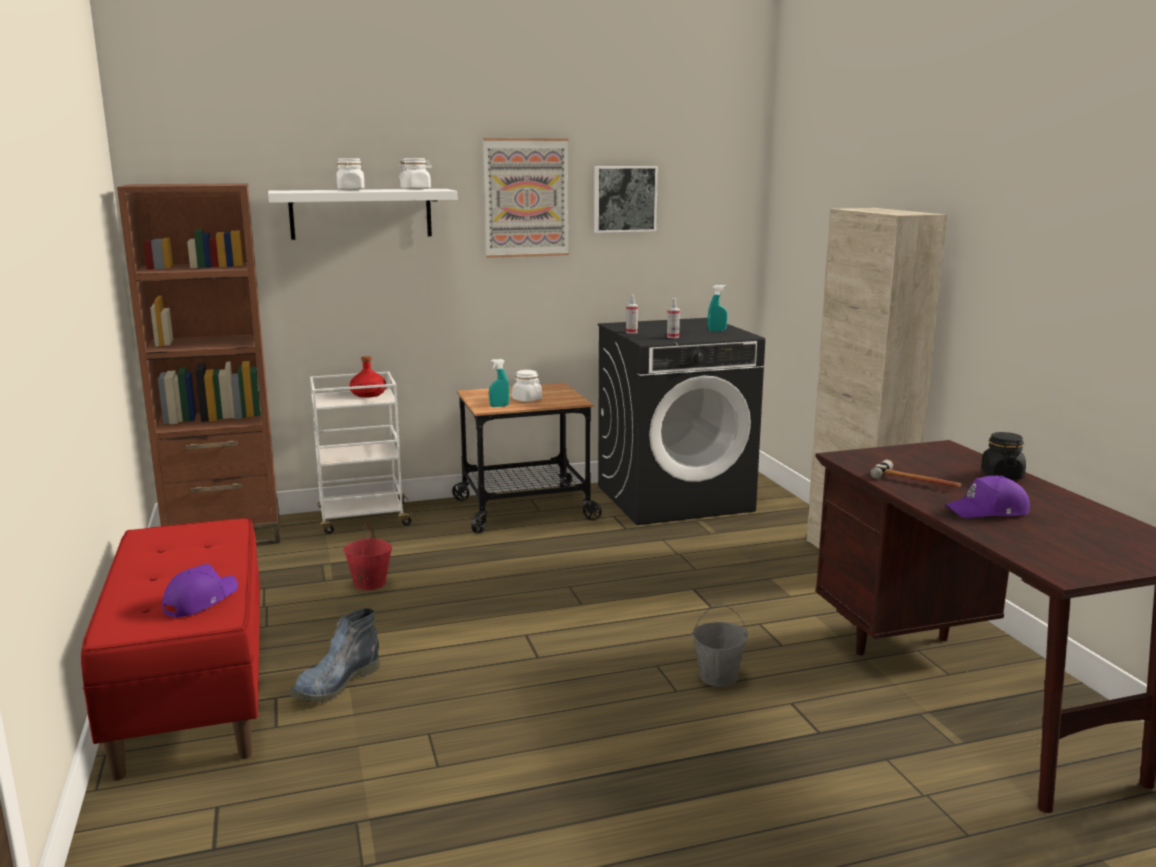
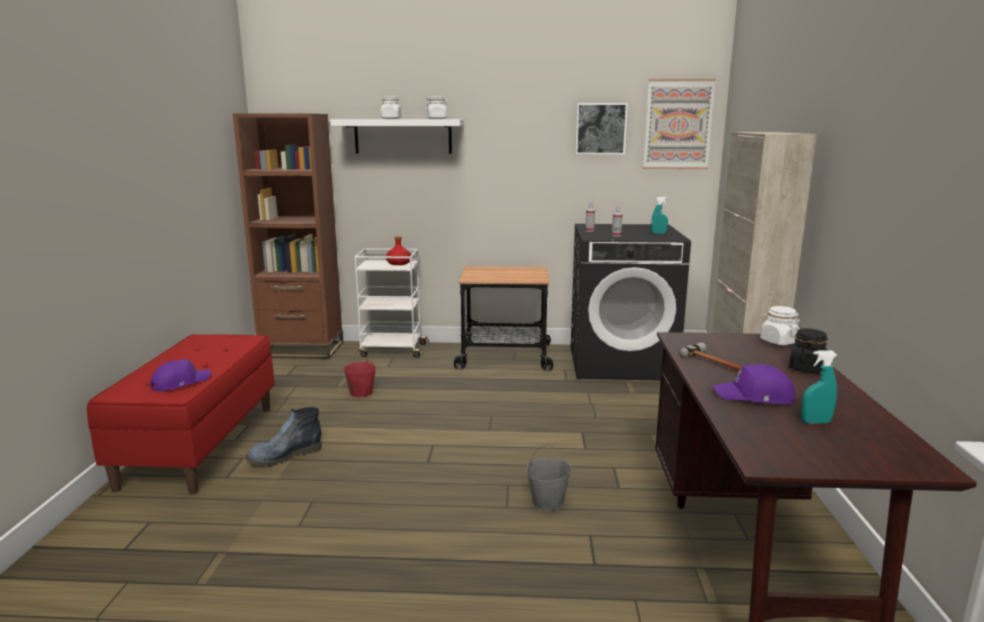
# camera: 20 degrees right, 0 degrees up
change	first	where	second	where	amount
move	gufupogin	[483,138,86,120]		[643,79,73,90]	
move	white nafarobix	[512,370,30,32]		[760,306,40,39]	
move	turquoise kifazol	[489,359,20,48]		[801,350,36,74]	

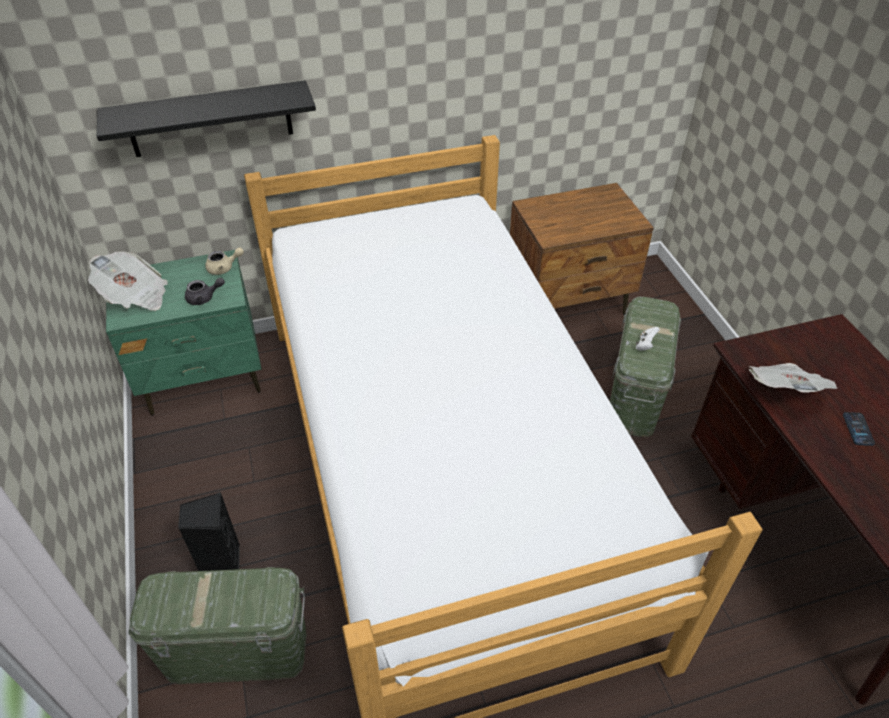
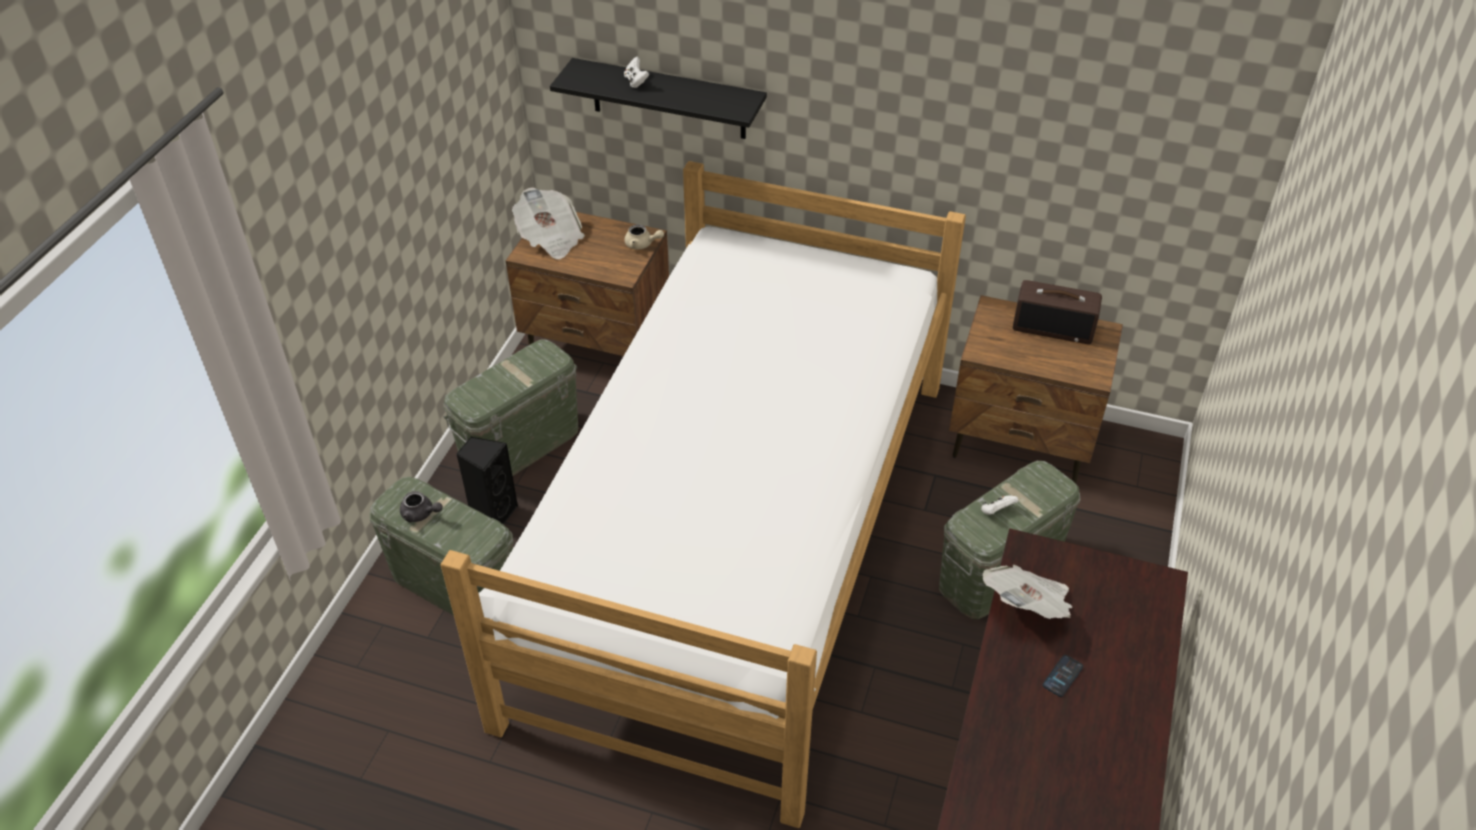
# camera: 35 degrees right, 0 degrees up
change	first	where	second	where	amount
move	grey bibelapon	[185,278,40,27]		[400,491,43,31]	
insert			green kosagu	[443,340,135,136]	
recolor	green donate	[106,250,156,166]	brown donate	[506,212,163,144]	
insert			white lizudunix	[624,57,25,31]	
insert			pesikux	[1013,280,89,64]	

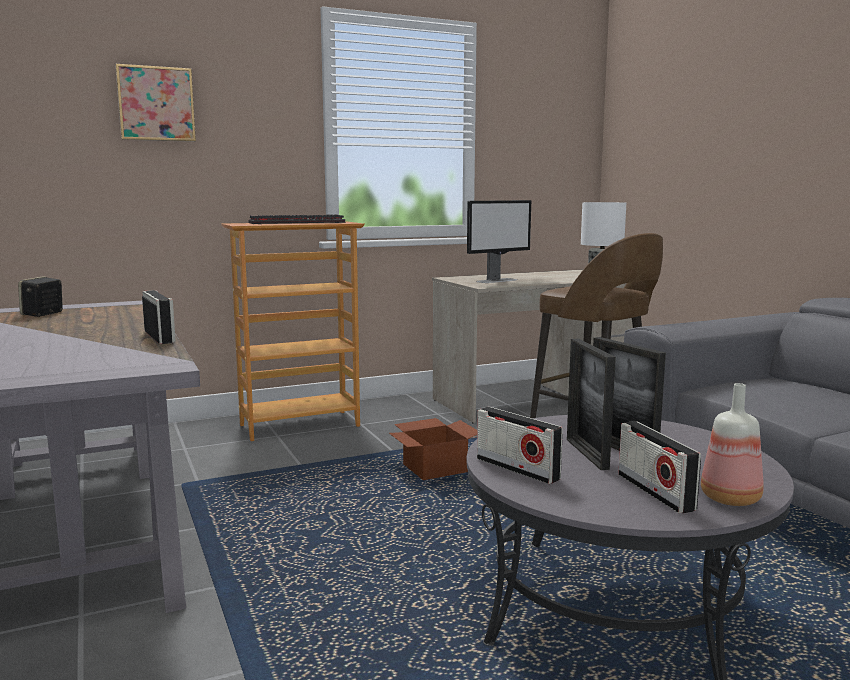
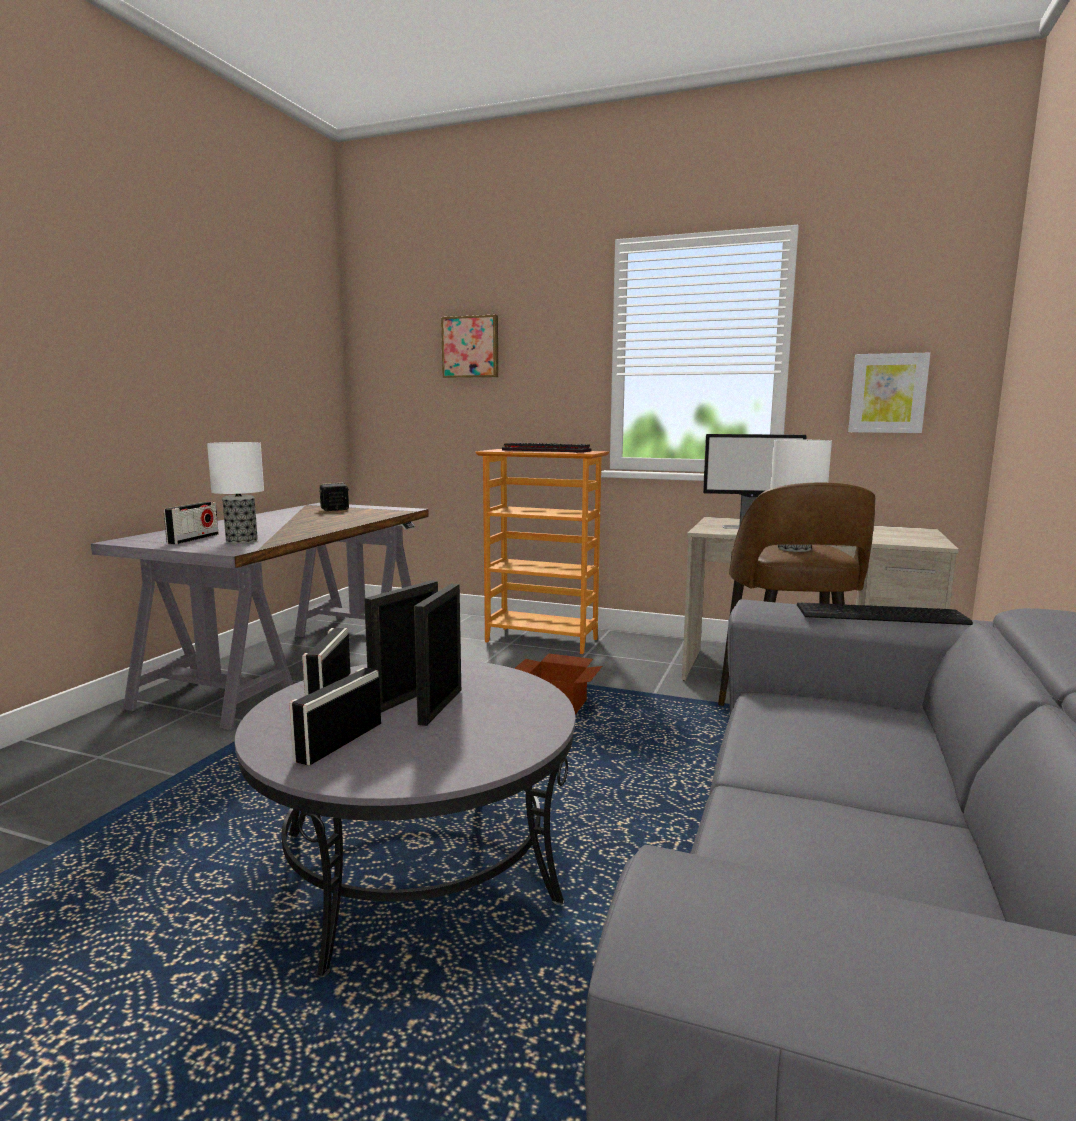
# camera: 45 degrees right, 0 degrees up
change	first	where	second	where	amount
move	pesikux	[142,290,34,54]		[164,502,55,43]	
insert			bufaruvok	[207,442,57,102]	
insert			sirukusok	[797,603,176,22]	
insert			gufupogin	[848,353,82,80]	
delete	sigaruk	[701,383,62,123]			

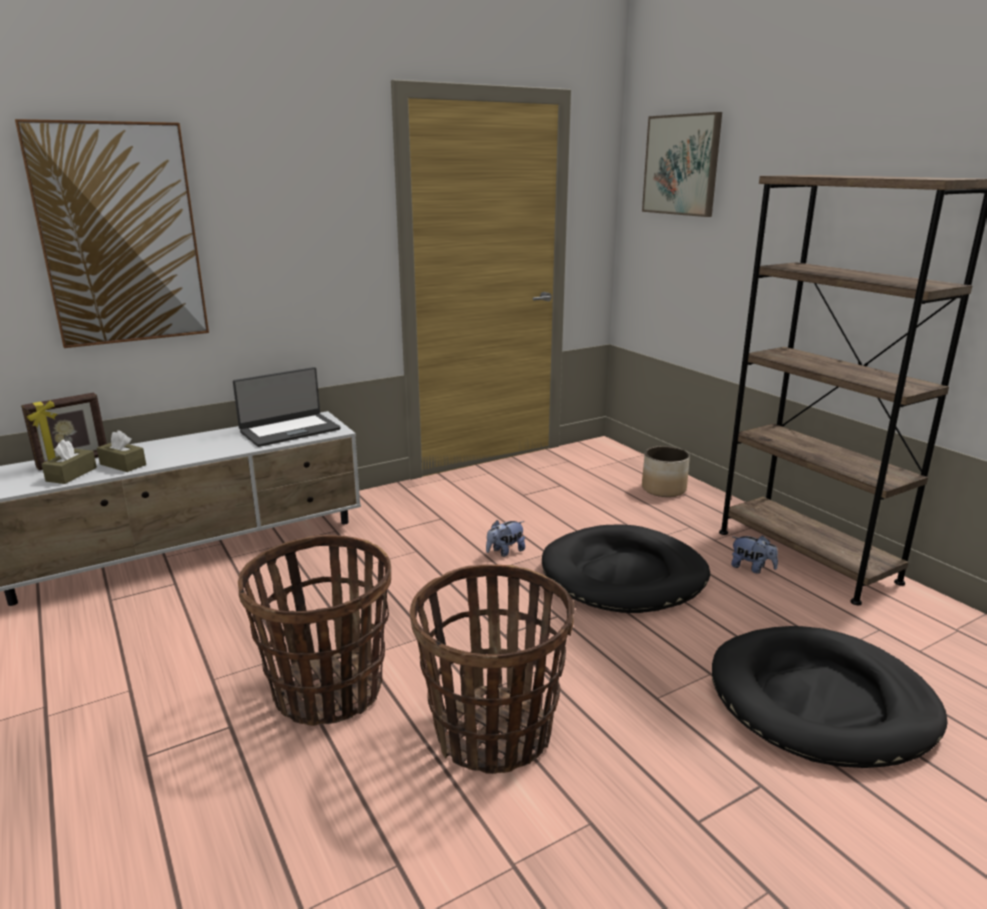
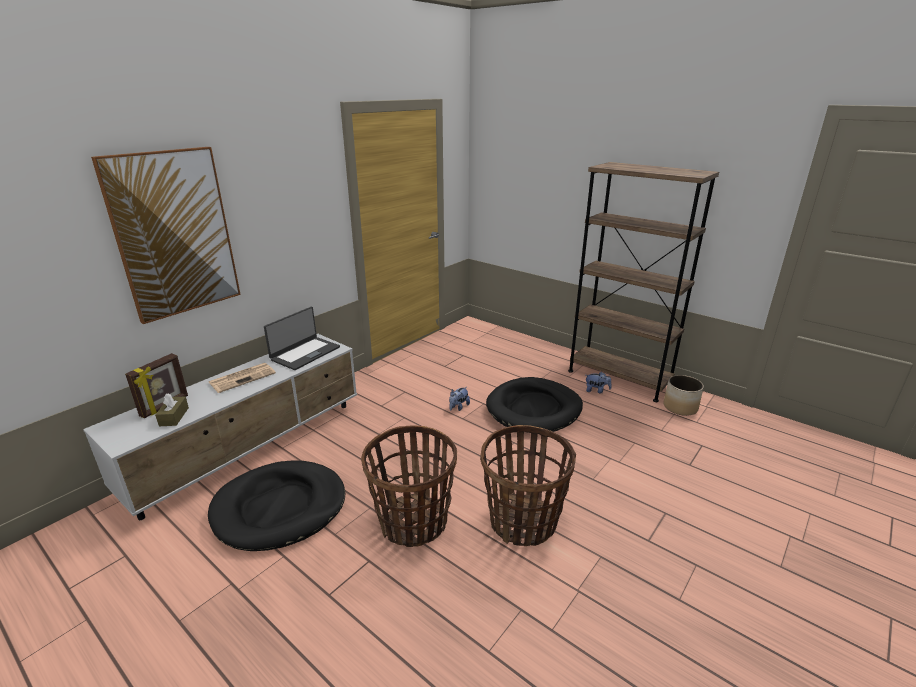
# camera: 20 degrees left, 5 degrees up
change	first	where	second	where	amount
move	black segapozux	[712,626,236,142]		[208,460,138,91]	
insert			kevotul	[209,363,67,30]	
move	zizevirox	[642,446,48,51]		[664,375,40,41]	
delete	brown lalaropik	[97,430,49,42]			
delete	gufupogin	[642,112,80,105]			

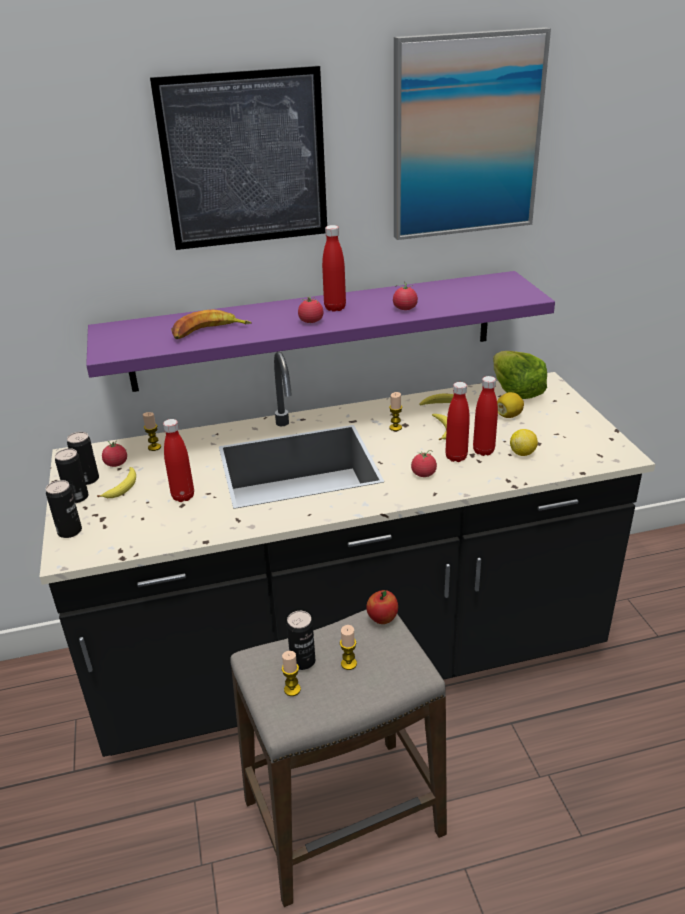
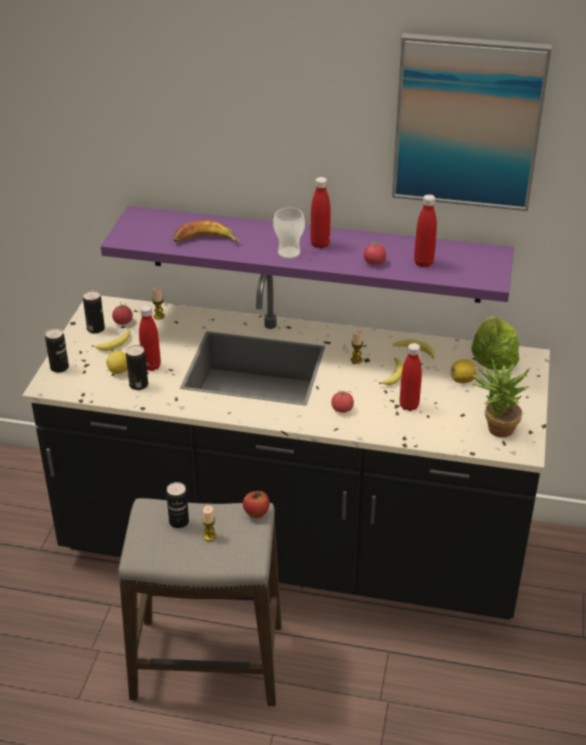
# camera: 25 degrees right, 5 degrees up
change	first	where	second	where	amount
move	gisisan	[510,429,28,27]		[106,351,22,23]	
move	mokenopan	[55,448,34,55]		[126,345,22,45]	
replace	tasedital	[298,296,25,27]	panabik	[273,208,32,51]	
move	red sigaruk	[445,382,25,80]		[414,195,23,72]	
insert			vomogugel	[472,356,58,82]	
delete	gufupogin	[150,66,177,184]			
delete	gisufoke	[282,651,19,45]			

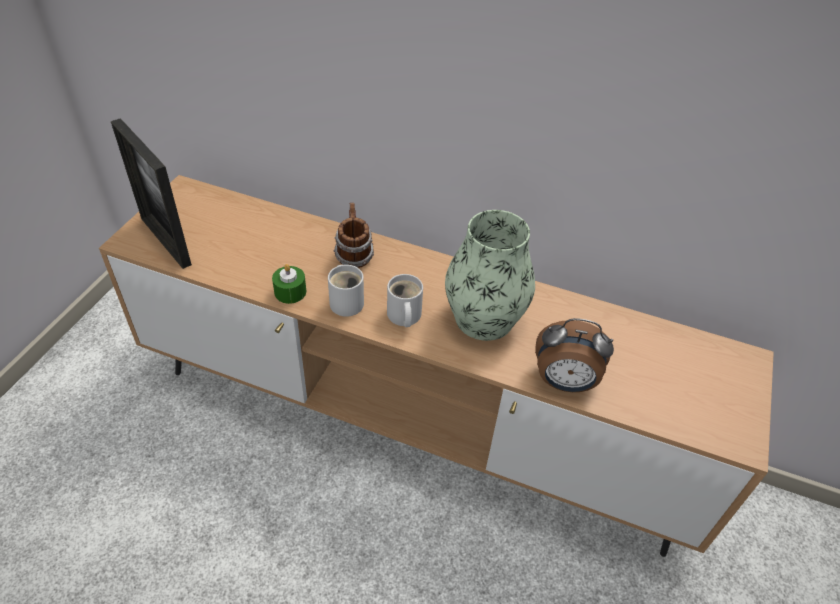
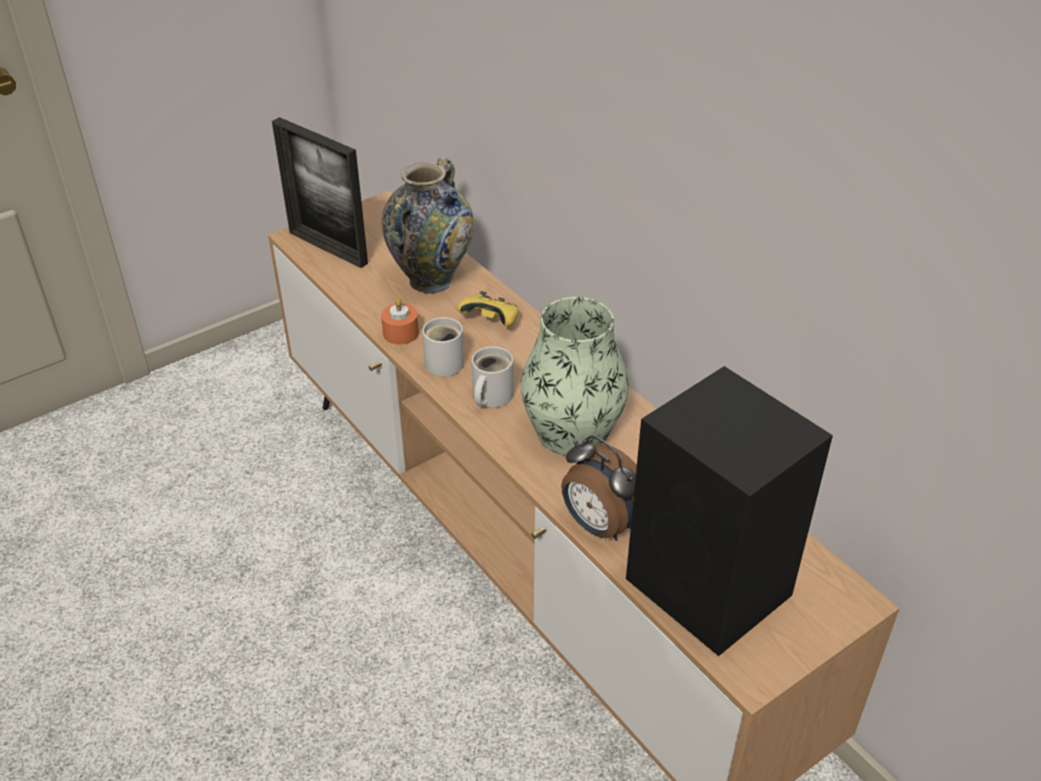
# camera: 35 degrees right, 5 degrees down
change	first	where	second	where	amount
rotate	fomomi	[111,118,81,151]		[272,117,96,151]	45 degrees counterclockwise
recolor	green gisufoke	[272,264,34,40]	orange gisufoke	[381,298,38,47]	
insert			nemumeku	[382,158,92,135]	
replace	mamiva	[334,203,40,65]	yellow lizudunix	[457,291,62,36]	
insert			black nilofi	[626,366,207,290]	

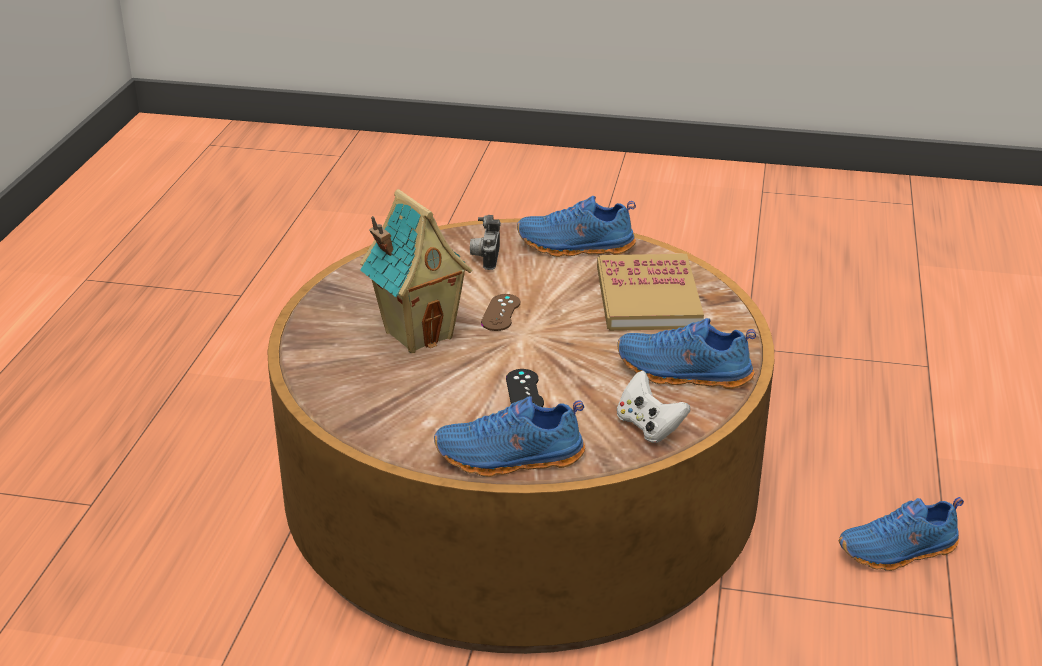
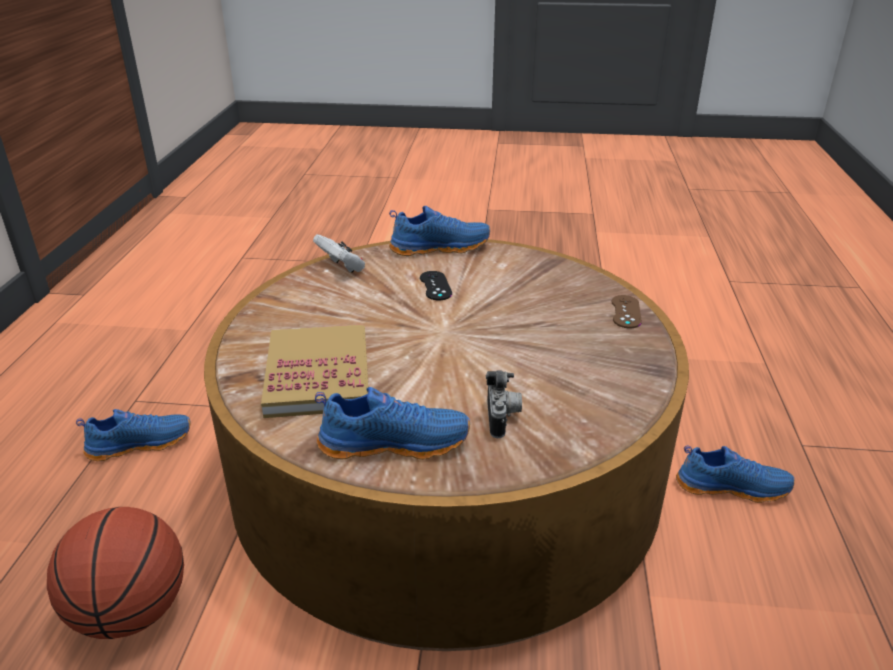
# camera: 175 degrees right, 0 degrees up
change	first	where	second	where	amount
insert			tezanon	[47,507,137,132]	
move	brown lizudunix	[481,294,39,37]		[611,295,31,33]	
move	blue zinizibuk	[617,318,139,71]		[676,445,119,58]	
delete	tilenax	[360,189,112,164]			

